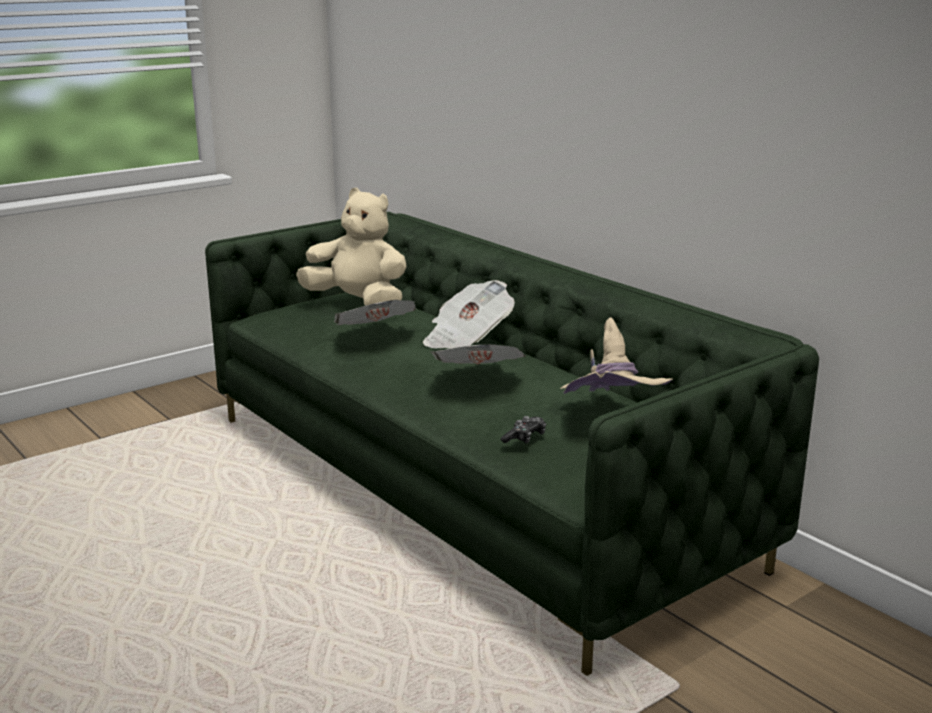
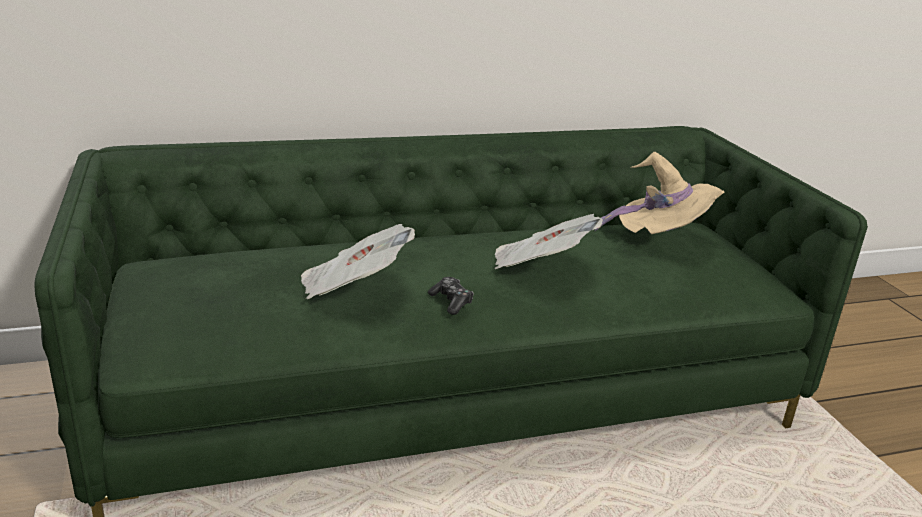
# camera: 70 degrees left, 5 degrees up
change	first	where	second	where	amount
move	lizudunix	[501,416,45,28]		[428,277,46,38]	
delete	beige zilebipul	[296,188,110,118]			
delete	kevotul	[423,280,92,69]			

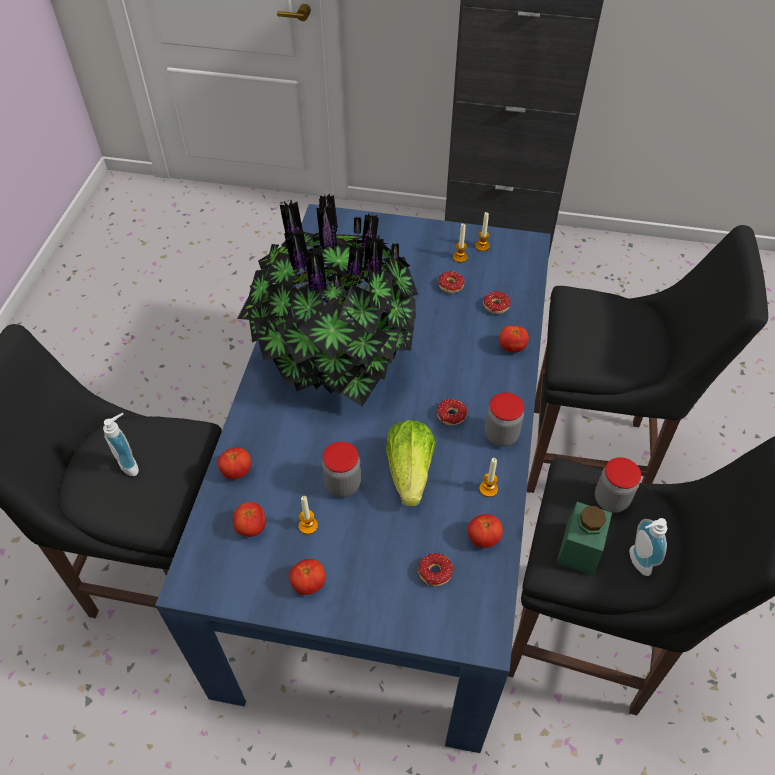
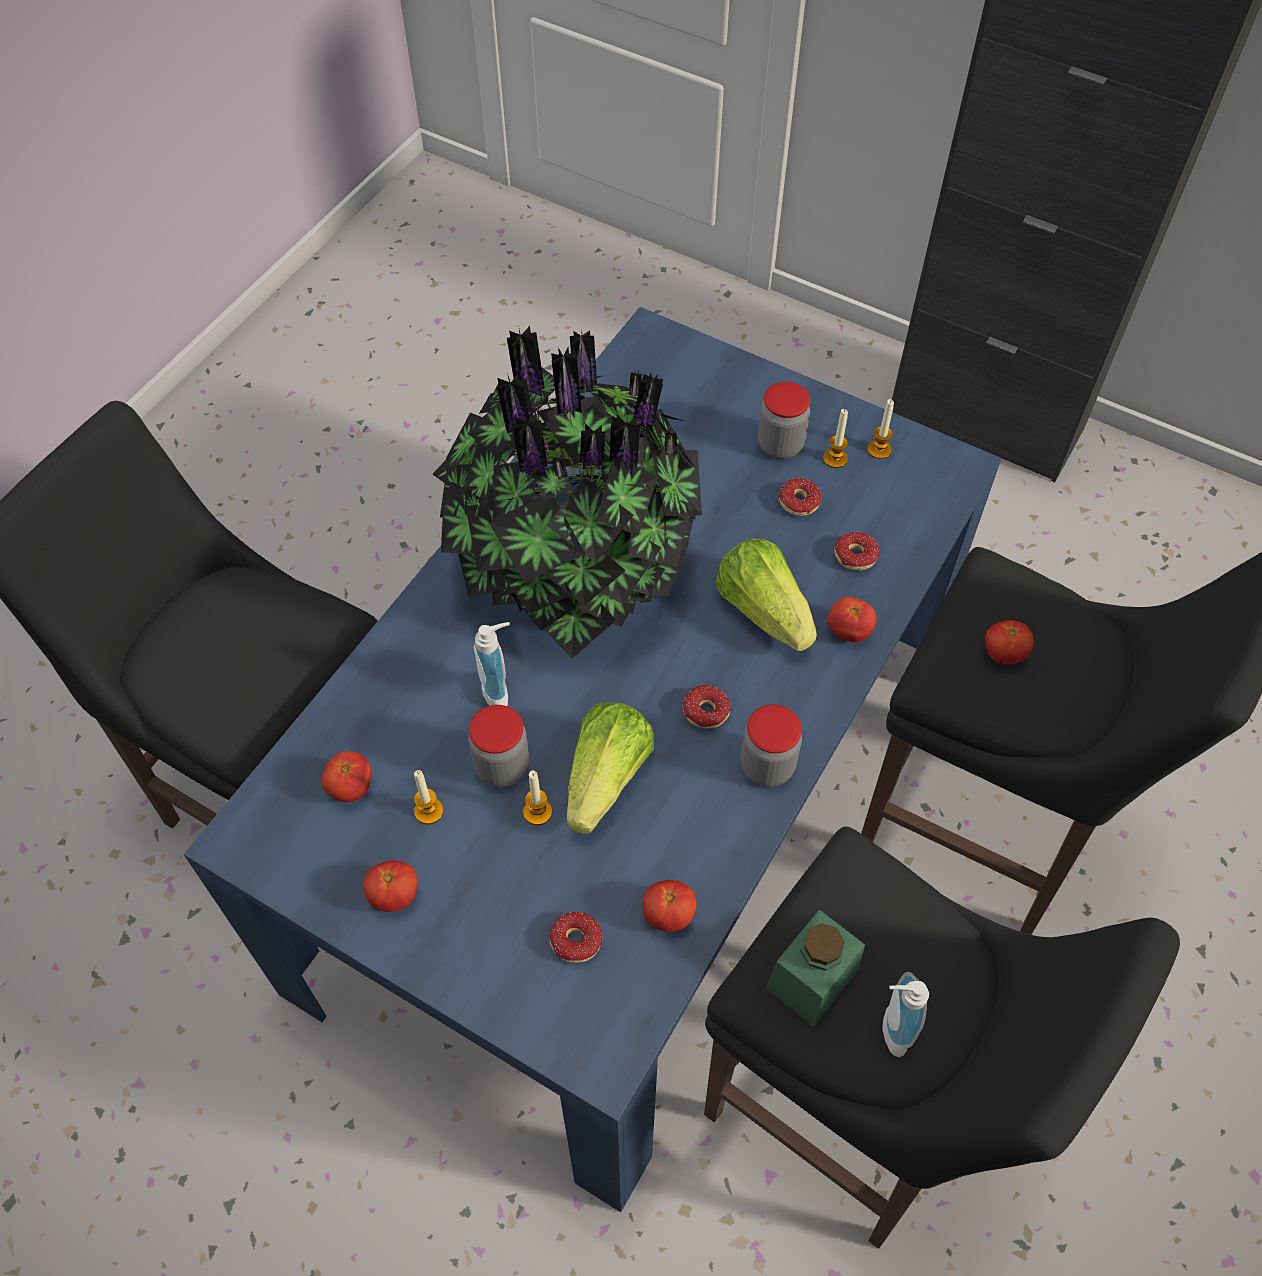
# camera: 20 degrees right, 5 degrees up
change	first	where	second	where	amount
move	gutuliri	[103,413,36,63]		[474,622,36,84]	
move	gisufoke	[479,458,19,39]		[523,771,29,54]	
insert			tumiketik	[715,538,102,113]	
move	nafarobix	[595,457,46,56]		[758,382,52,77]	
move	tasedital	[218,448,33,31]		[985,620,49,45]	

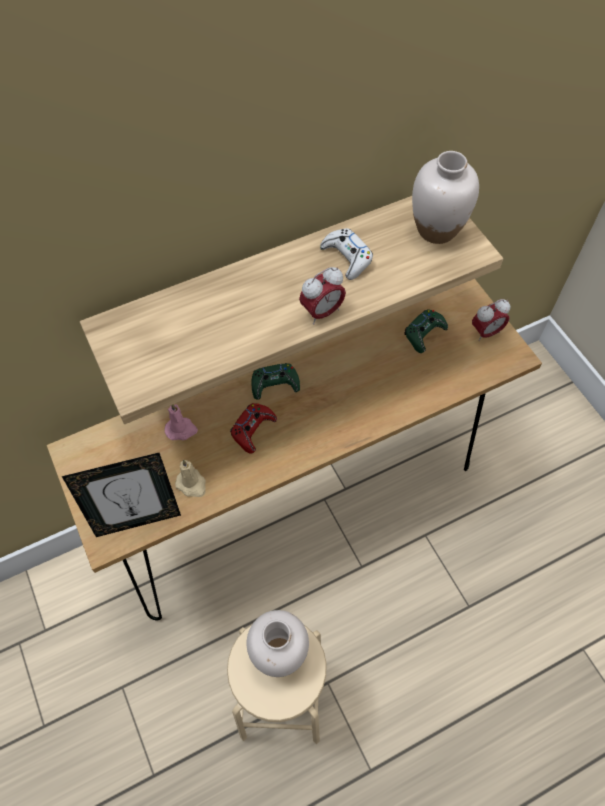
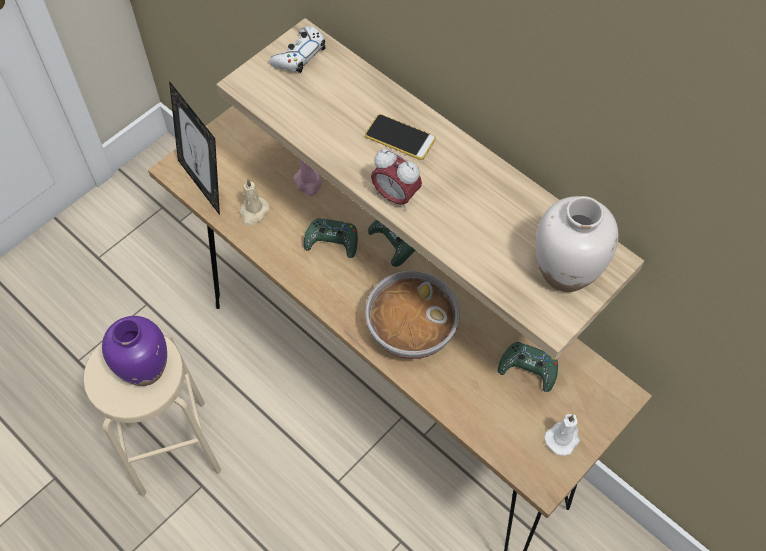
# camera: 70 degrees right, 0 degrees up
change	first	where	second	where	amount
recolor	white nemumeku	[247,610,62,67]	purple nemumeku	[102,316,65,70]	
move	white lizudunix	[320,228,53,52]		[270,26,56,47]	
recolor	red lizudunix	[230,403,47,51]	green lizudunix	[304,218,54,40]	
insert			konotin	[365,114,71,46]	
insert			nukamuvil	[365,271,95,88]	
replace	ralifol	[472,299,38,42]	white gisufoke	[545,414,35,41]	

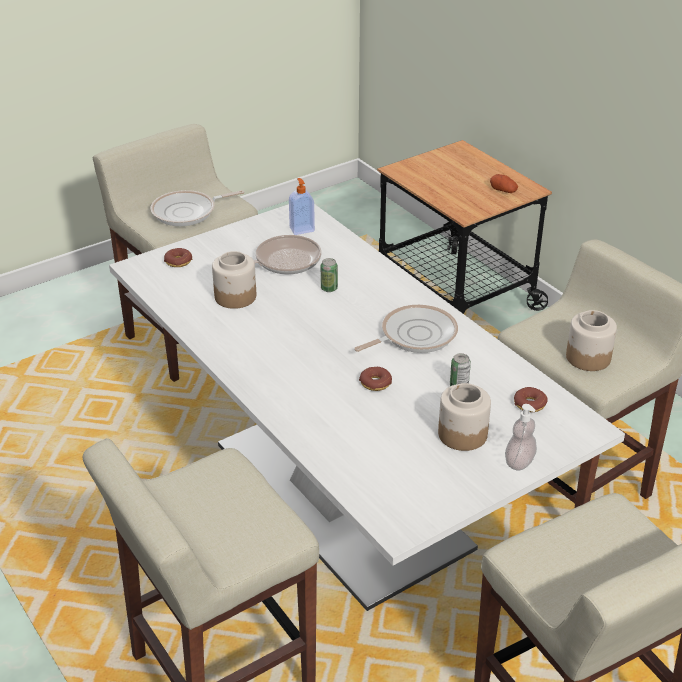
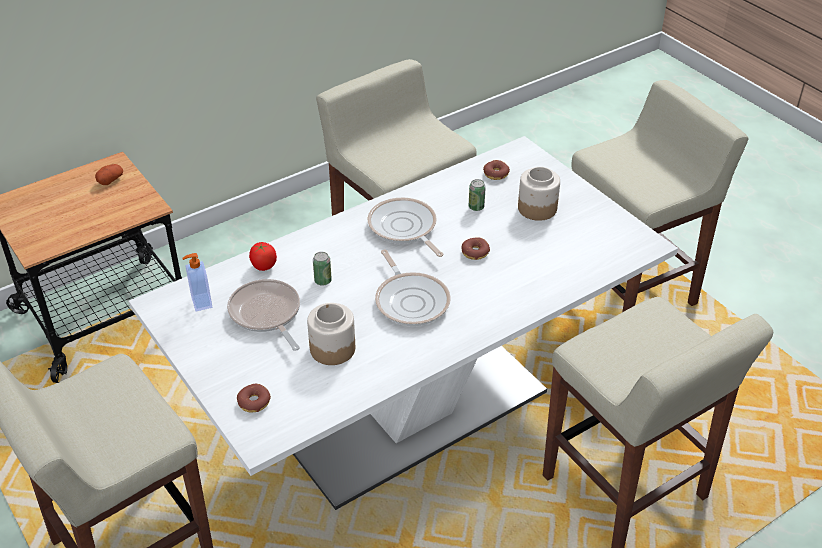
# camera: 90 degrees left, 5 degrees up
change	first	where	second	where	amount
insert			tasedital	[249,242,28,29]	
move	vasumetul	[151,190,93,36]		[375,249,76,77]	
delete	gutuliri	[505,404,32,66]			
delete	nafarobix	[566,310,51,61]			

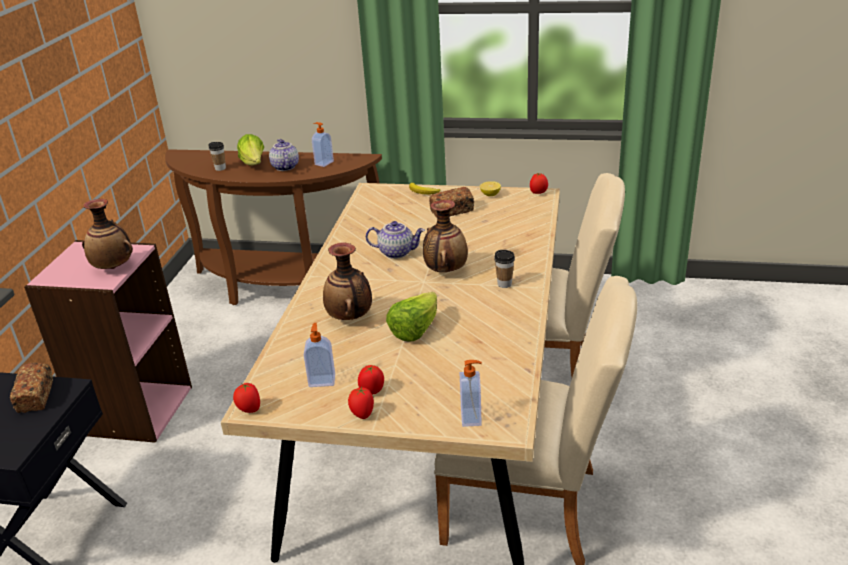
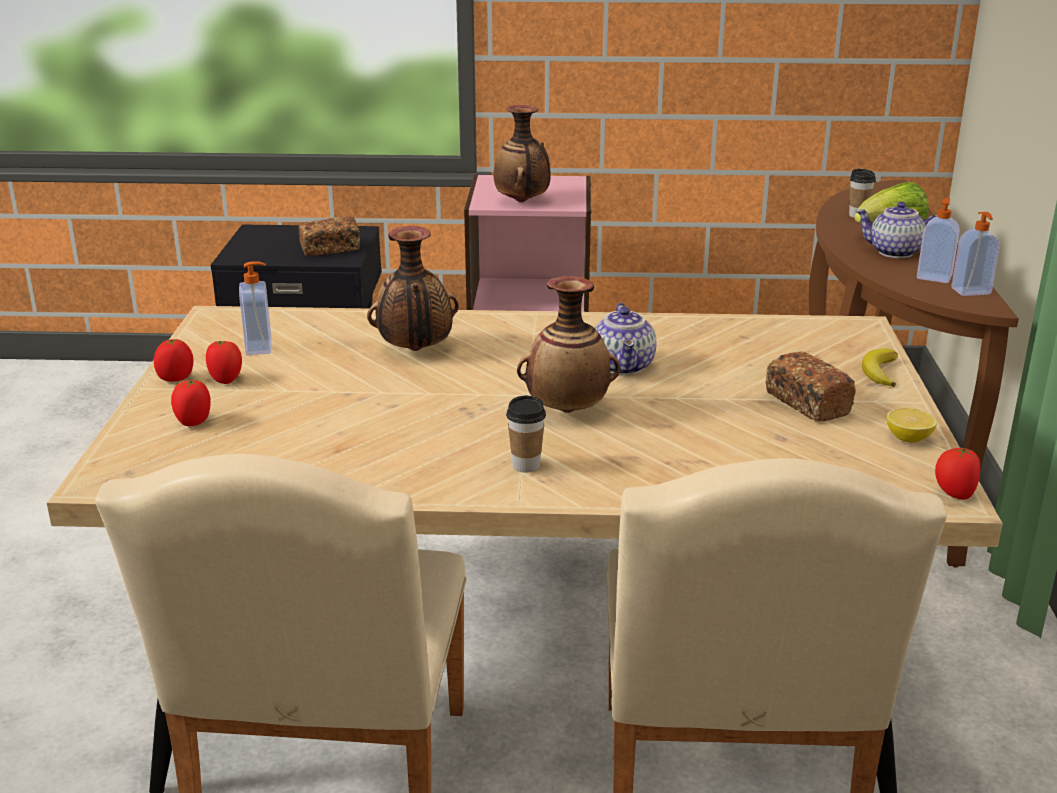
# camera: 80 degrees right, 5 degrees down
change	first	where	second	where	amount
move	tasedital	[233,383,27,30]		[171,380,40,46]	
rotate	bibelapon	[269,139,30,32]		[855,202,82,56]	135 degrees counterclockwise
move	gutuliri	[460,360,22,67]		[951,212,49,84]	
delete	tumiketik	[386,292,51,50]			

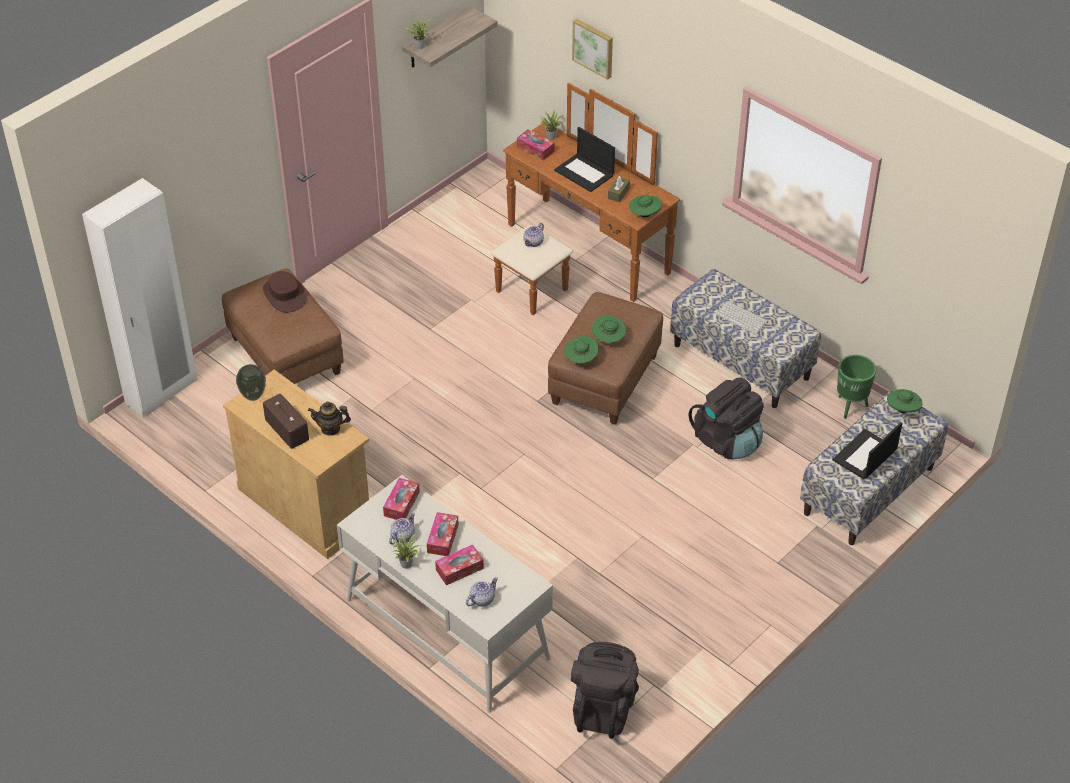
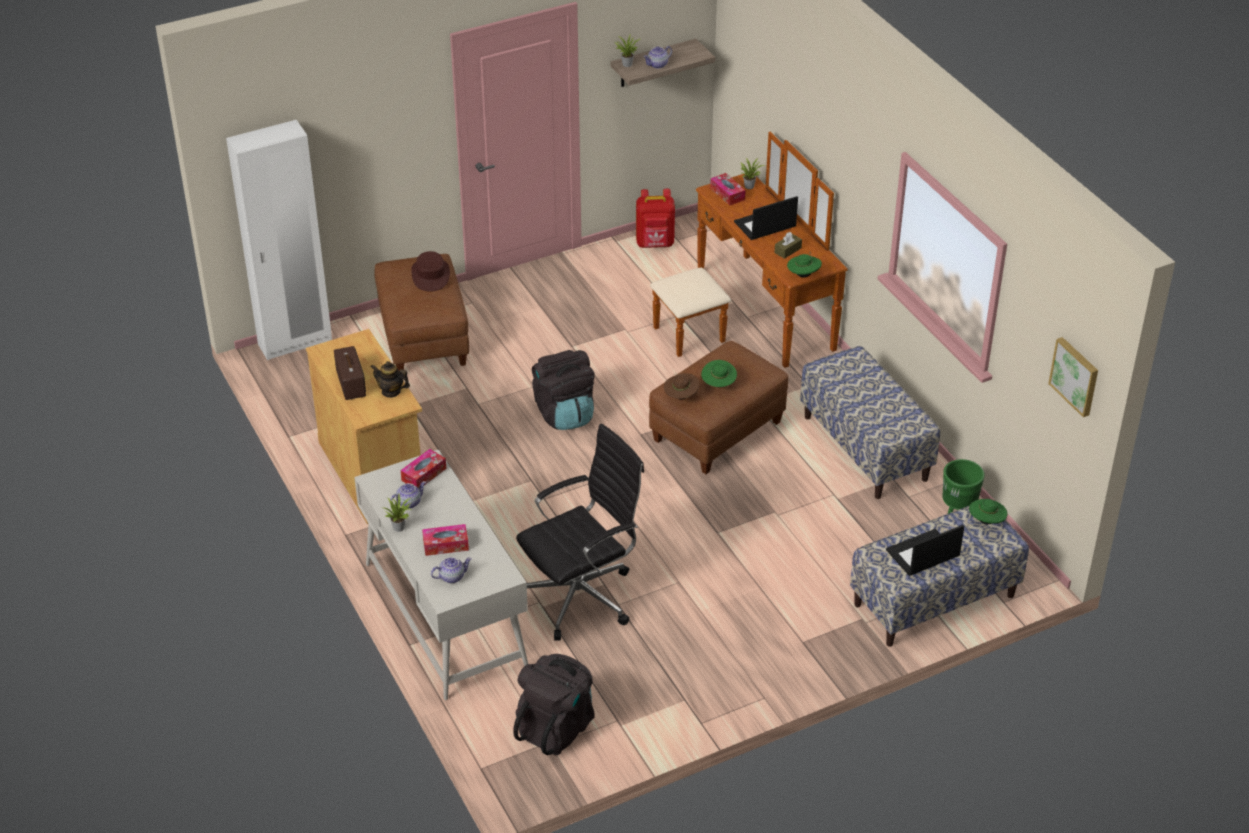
# camera: 20 degrees right, 5 degrees down
change	first	where	second	where	amount
insert			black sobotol	[516,424,128,216]	
move	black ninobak	[688,378,75,81]		[532,350,63,80]	
insert			red ninobak	[636,189,39,59]	
move	bibelapon	[523,223,21,24]		[644,46,28,23]	
recolor	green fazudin	[564,336,34,27]	brown fazudin	[664,373,35,26]	
rotate	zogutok	[554,127,61,65]		[734,196,64,44]	90 degrees clockwise
move	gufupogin	[572,19,41,61]		[1048,337,50,80]	
delete	nemumeku	[236,364,30,37]			
delete	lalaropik	[427,512,32,44]			
delete	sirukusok	[716,301,52,33]			

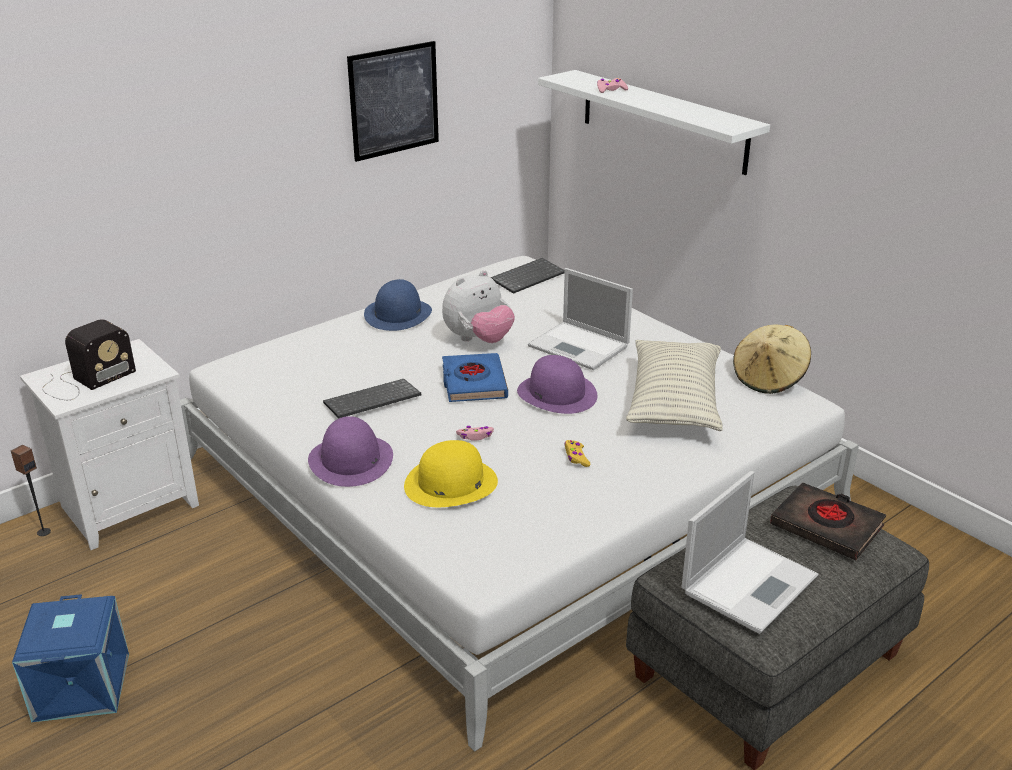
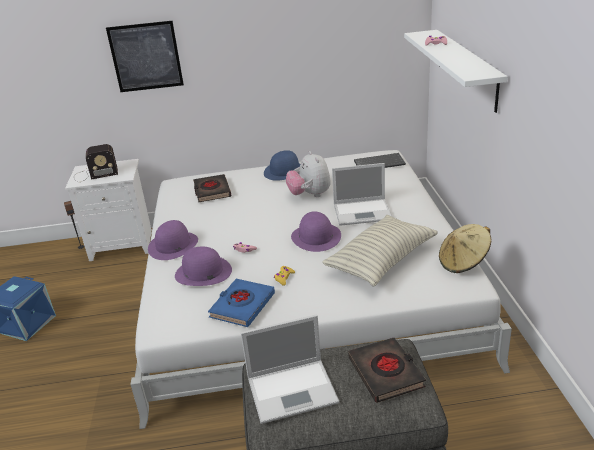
# camera: 35 degrees right, 0 degrees up
change	first	where	second	where	amount
move	gufupogin	[347,41,92,121]		[106,21,78,71]	
recolor	yellow fazudin	[404,440,94,67]	purple fazudin	[175,247,57,39]	
insert			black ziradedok	[193,174,38,28]	
move	blue ziradedok	[442,353,66,49]		[208,279,67,48]	
rotate	zilebipul	[442,270,73,73]		[286,151,45,46]	75 degrees clockwise
rotate	zogutok	[528,268,105,102]		[332,163,60,63]	75 degrees counterclockwise
delete	sirukusok	[323,379,98,39]			

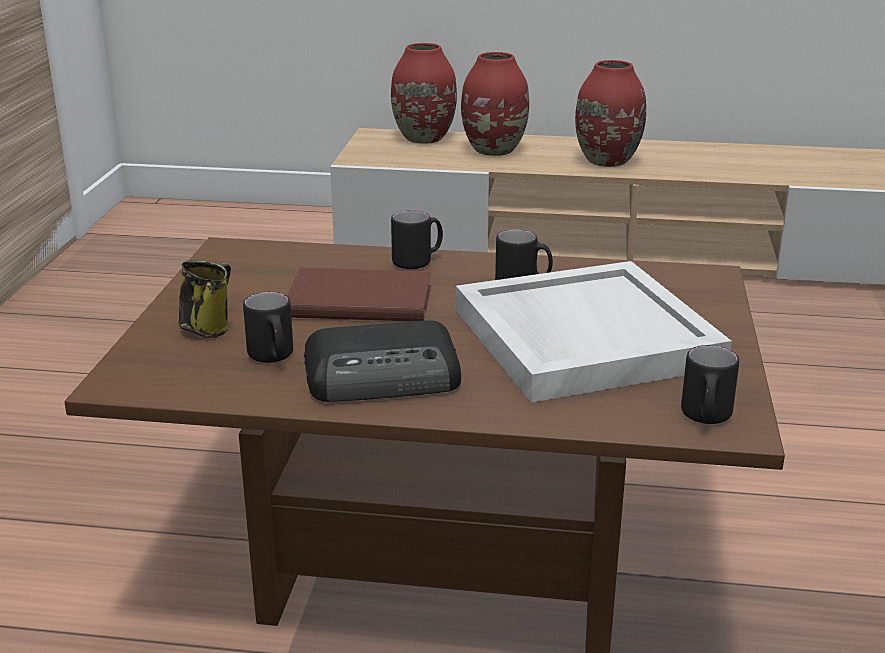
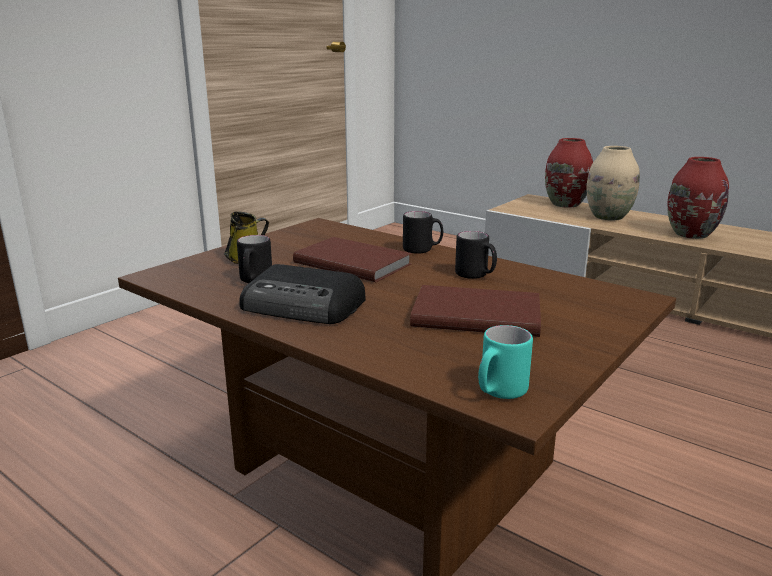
# camera: 30 degrees right, 5 degrees down
change	first	where	second	where	amount
replace	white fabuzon	[456,261,276,142]	brown ziradedok	[410,285,131,52]	
recolor	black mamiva	[681,345,58,79]	turquoise mamiva	[478,325,55,74]	
recolor	red nemumeku	[461,52,68,104]	beige nemumeku	[586,146,54,75]	

